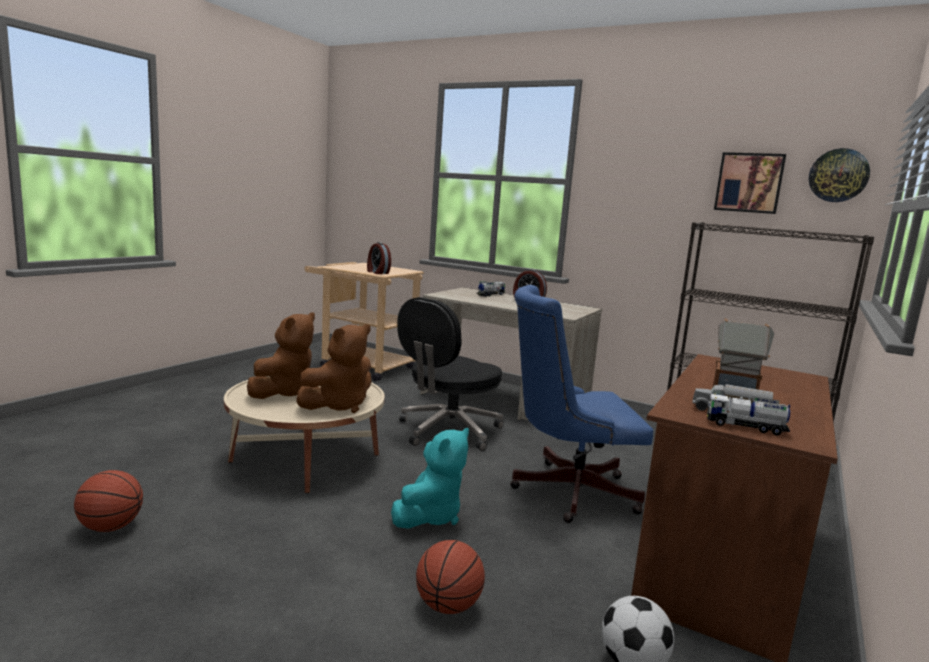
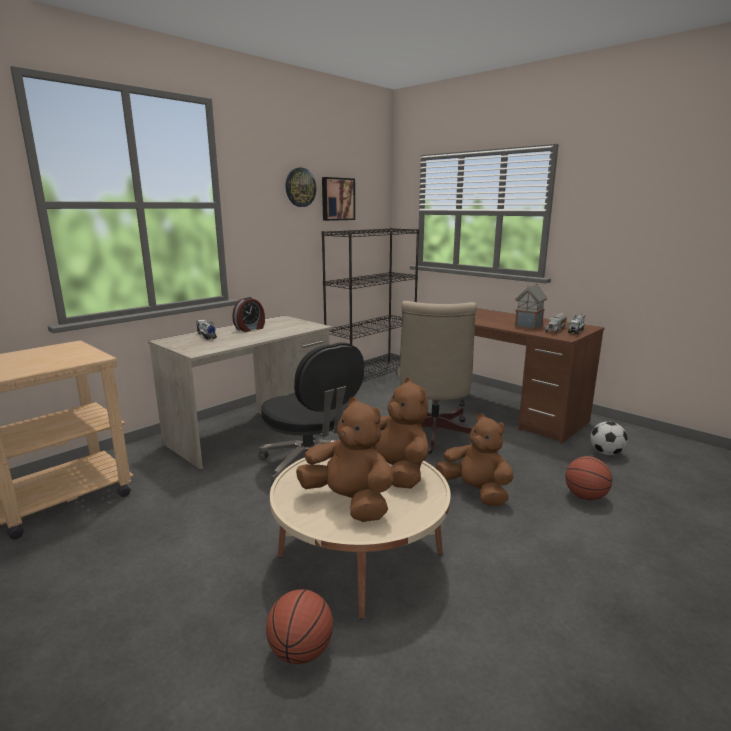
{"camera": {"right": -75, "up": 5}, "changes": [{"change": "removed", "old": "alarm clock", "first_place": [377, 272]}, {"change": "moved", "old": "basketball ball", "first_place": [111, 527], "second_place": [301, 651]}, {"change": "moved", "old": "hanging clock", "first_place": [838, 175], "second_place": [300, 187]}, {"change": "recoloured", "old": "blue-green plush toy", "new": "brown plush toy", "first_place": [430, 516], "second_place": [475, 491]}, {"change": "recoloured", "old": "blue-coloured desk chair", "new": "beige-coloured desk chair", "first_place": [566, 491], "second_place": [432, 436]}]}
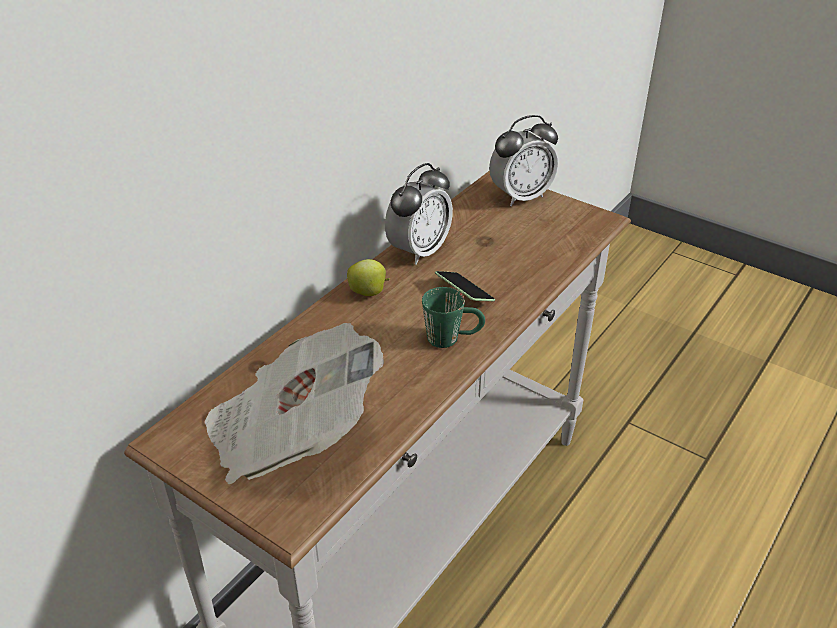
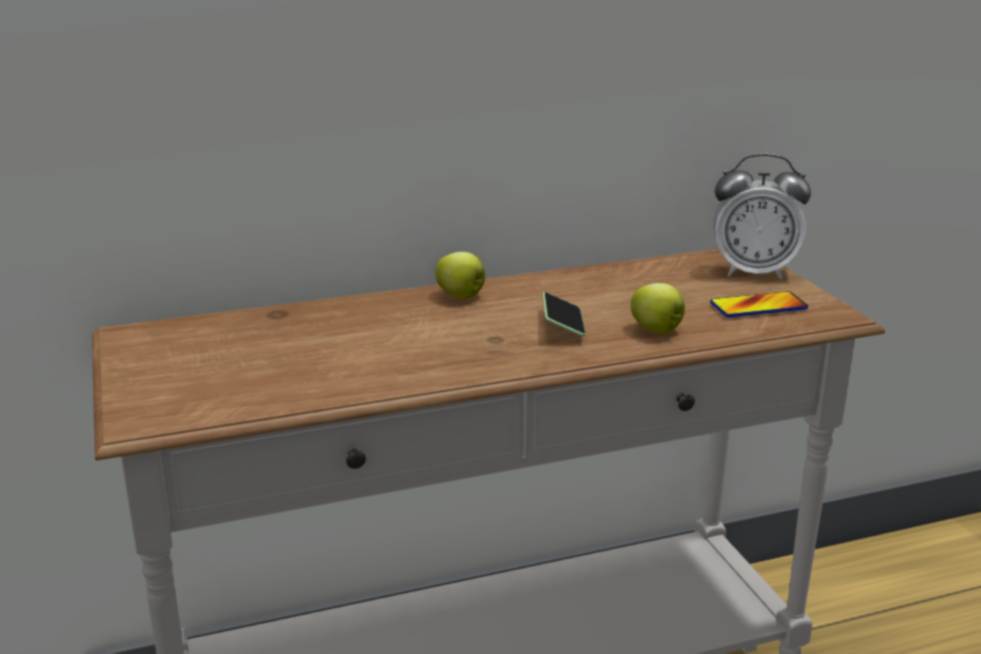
{"camera": {"right": 35, "up": -15}, "changes": [{"change": "removed", "old": "printed paper", "first_place": [292, 434]}, {"change": "removed", "old": "alarm clock", "first_place": [419, 251]}, {"change": "removed", "old": "greenish tea mug", "first_place": [452, 338]}, {"change": "added", "new": "apple fruit", "second_place": [657, 331]}, {"change": "added", "new": "phone", "second_place": [758, 307]}]}
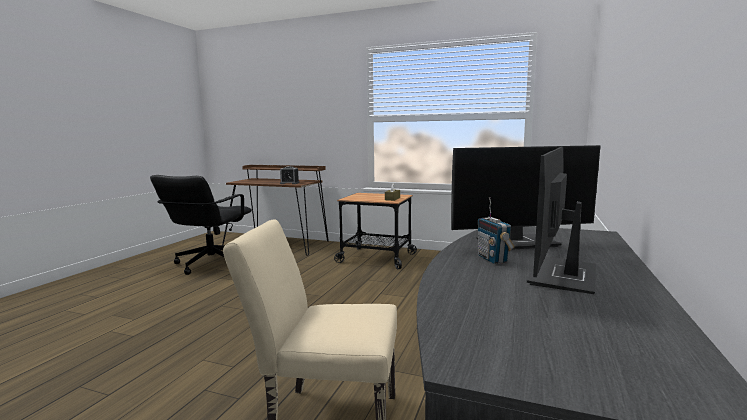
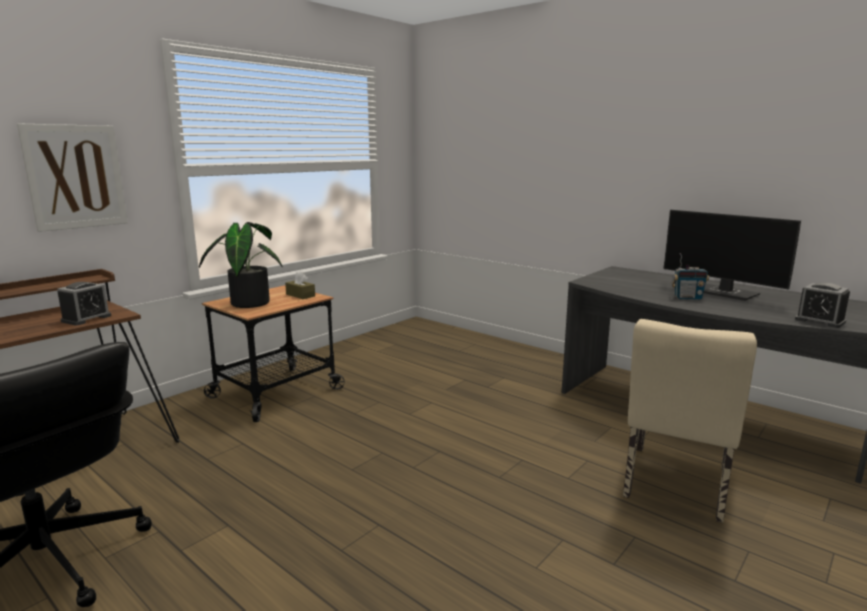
{"camera": {"right": -70, "up": 5}, "changes": [{"change": "removed", "old": "monitor", "first_place": [518, 243]}, {"change": "added", "new": "wall picture", "second_place": [75, 177]}, {"change": "added", "new": "plant in a pot", "second_place": [247, 302]}, {"change": "added", "new": "alarm clock", "second_place": [819, 321]}]}
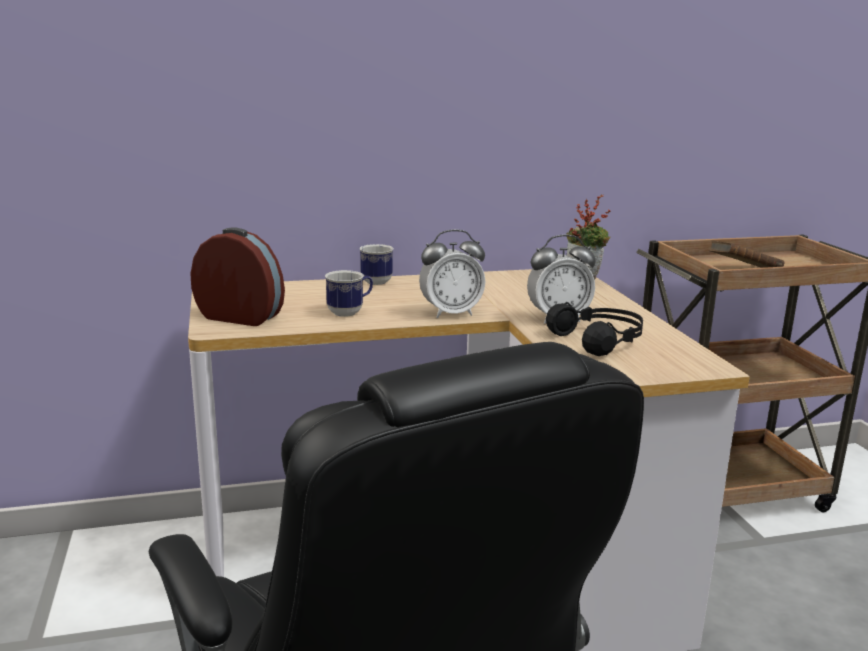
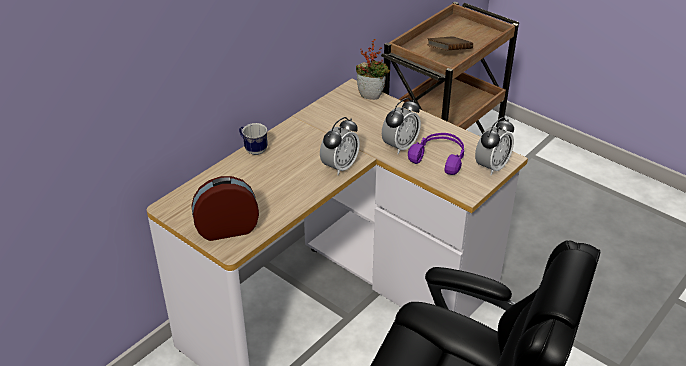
{"camera": {"right": -35, "up": 20}, "changes": [{"change": "removed", "old": "tea mug", "first_place": [350, 312]}, {"change": "added", "new": "alarm clock", "second_place": [491, 167]}, {"change": "recoloured", "old": "blackish headphones", "new": "purple headphones", "first_place": [600, 341], "second_place": [439, 158]}]}
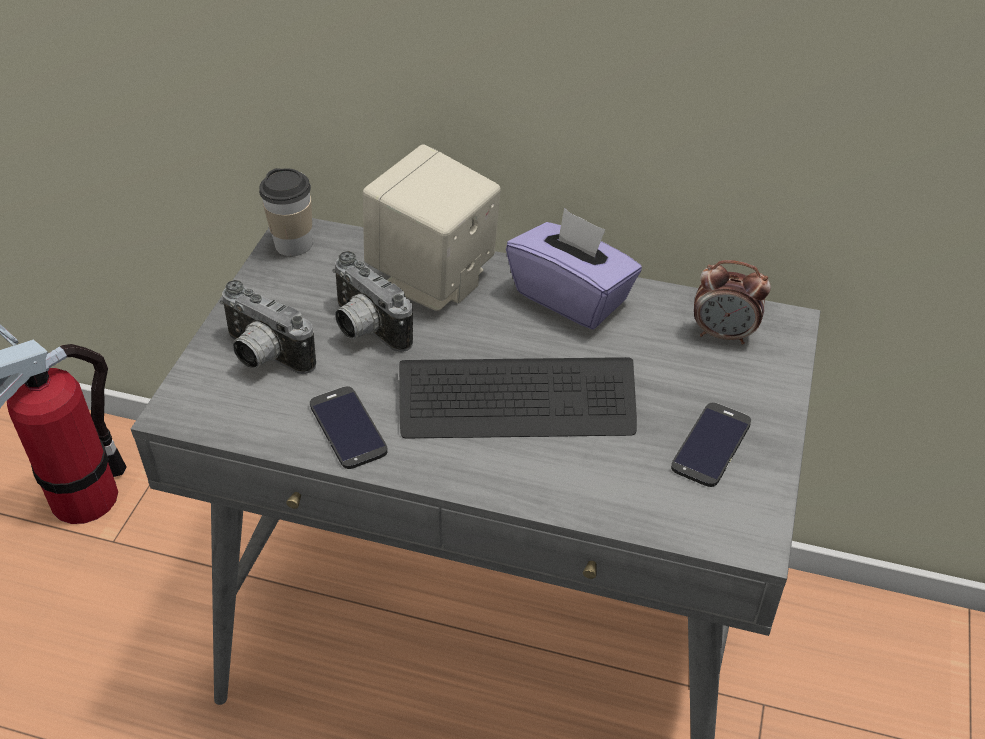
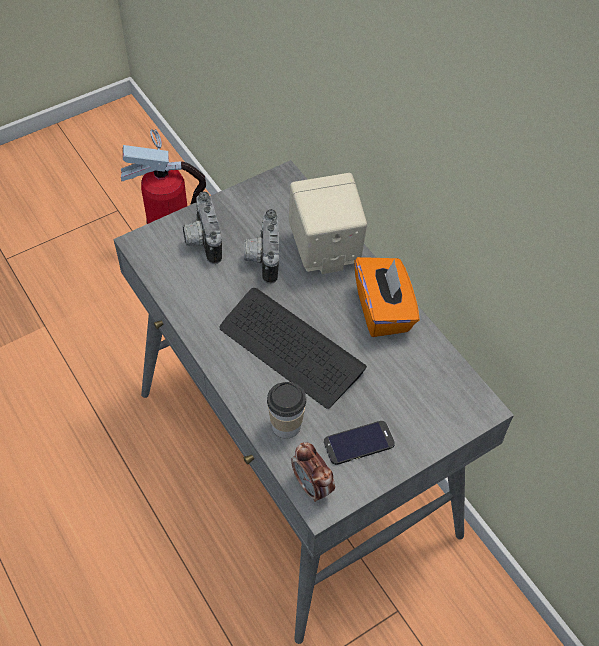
{"camera": {"right": 40, "up": 10}, "changes": [{"change": "removed", "old": "phone", "first_place": [348, 427]}, {"change": "moved", "old": "small cup", "first_place": [293, 244], "second_place": [286, 426]}, {"change": "moved", "old": "alarm clock", "first_place": [724, 334], "second_place": [312, 486]}, {"change": "recoloured", "old": "purple box of tissues", "new": "orange-coloured box of tissues", "first_place": [572, 297], "second_place": [383, 310]}]}
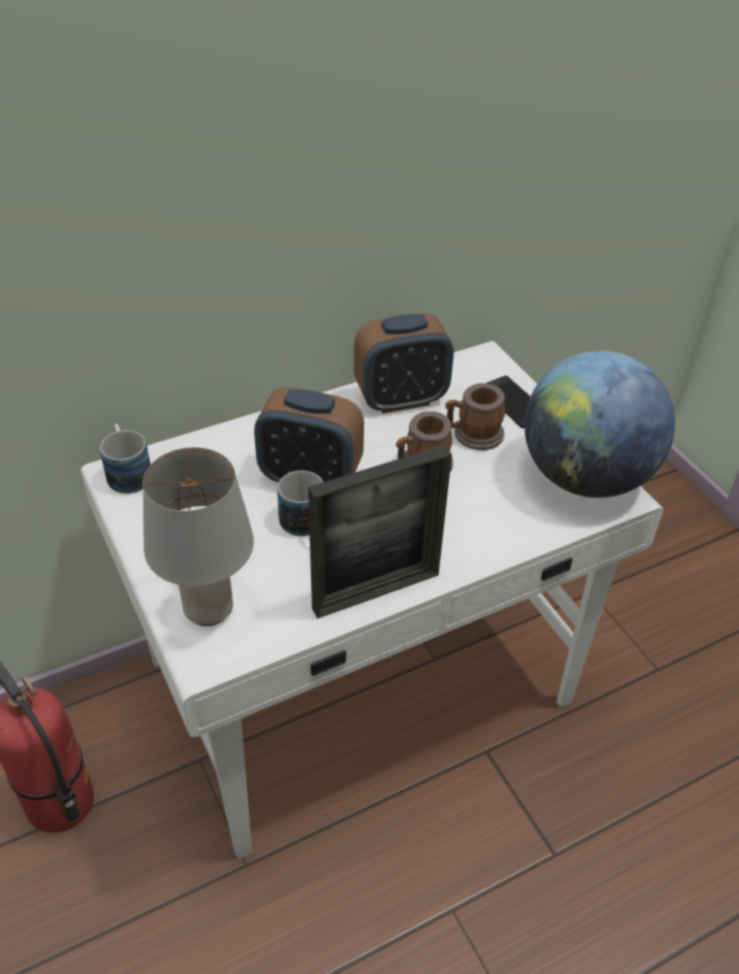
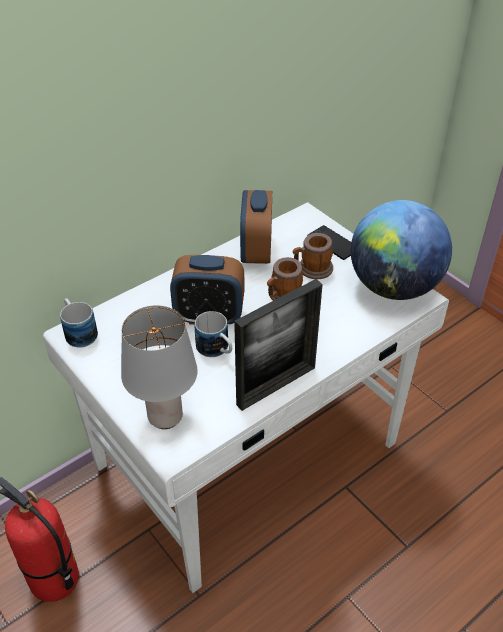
{"camera": {"right": -10, "up": 0}, "changes": [{"change": "turned", "old": "alarm clock", "first_place": [401, 399], "second_place": [256, 252], "degrees": 120}]}
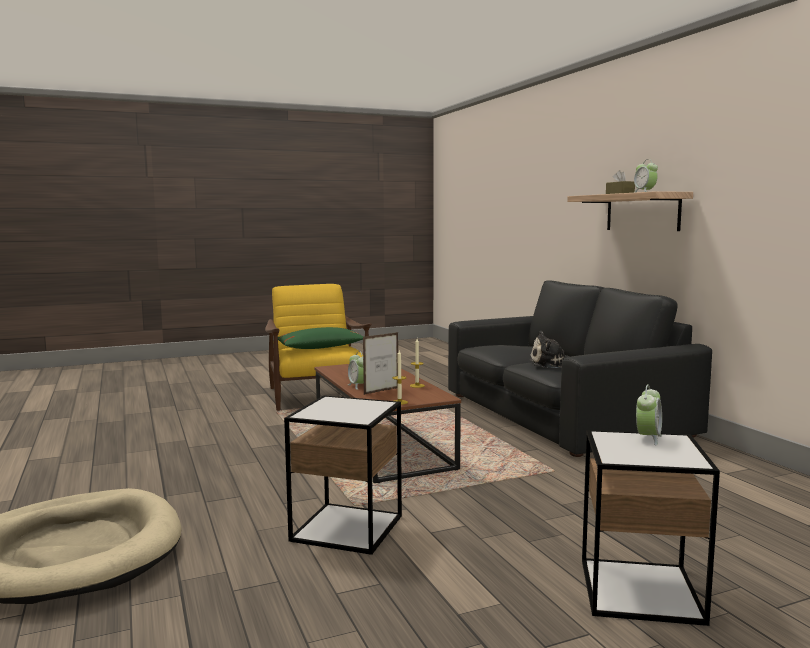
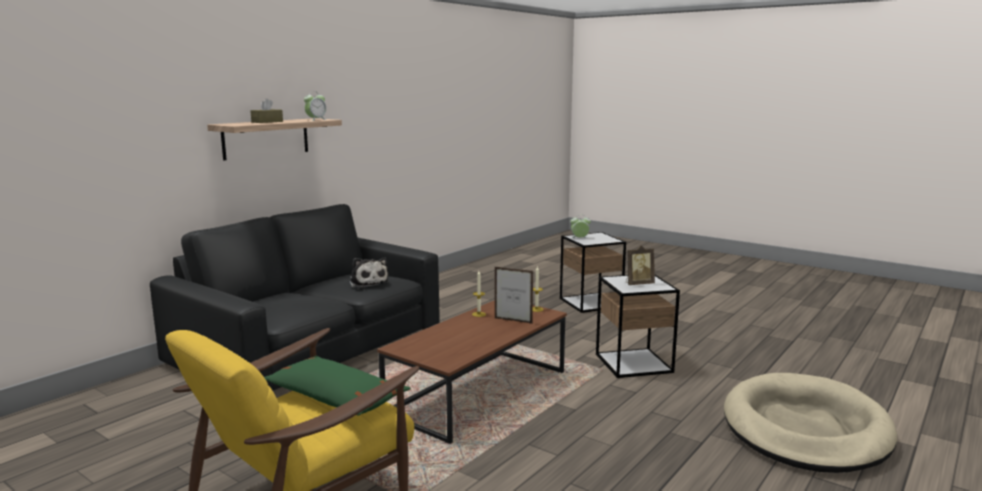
{"camera": {"right": -120, "up": 5}, "changes": [{"change": "removed", "old": "alarm clock", "first_place": [358, 386]}, {"change": "added", "new": "standing frame", "second_place": [638, 284]}]}
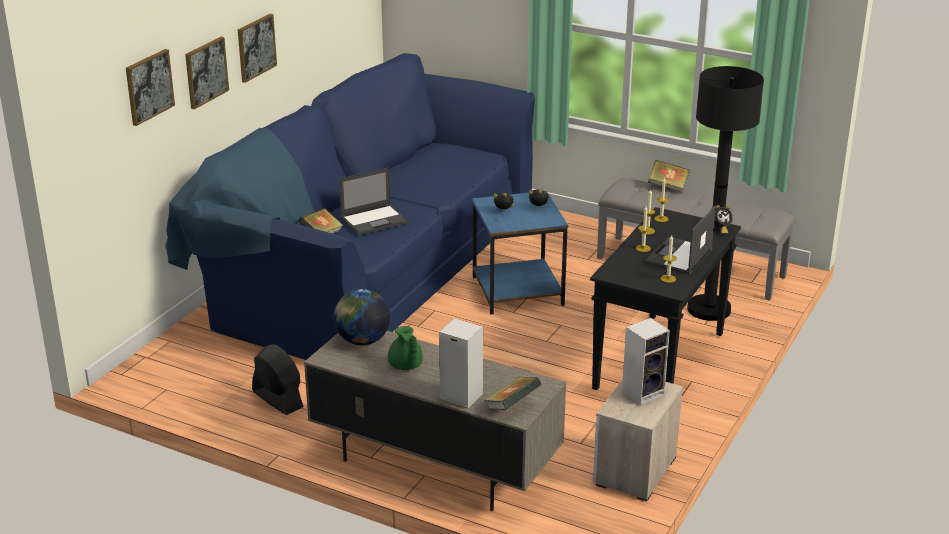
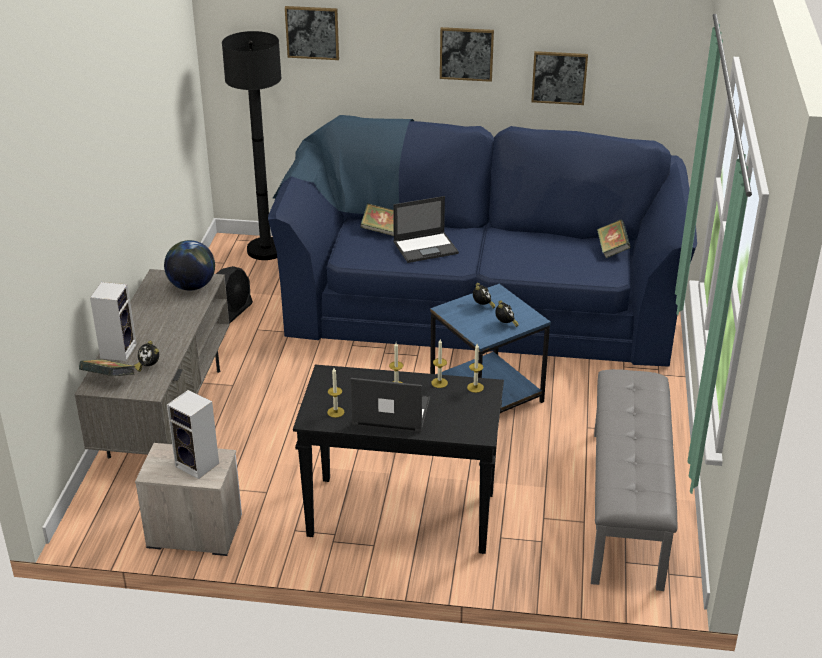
{"camera": {"right": 70, "up": 5}, "changes": [{"change": "removed", "old": "greenish pot for tea", "first_place": [405, 365]}, {"change": "moved", "old": "wall picture", "first_place": [206, 72], "second_place": [559, 77]}, {"change": "moved", "old": "book", "first_place": [668, 187], "second_place": [612, 249]}, {"change": "moved", "old": "blackish floor lamp", "first_place": [709, 309], "second_place": [266, 250]}, {"change": "moved", "old": "alarm clock", "first_place": [720, 229], "second_place": [148, 367]}, {"change": "turned", "old": "notebook computer", "first_place": [375, 220], "second_place": [426, 247], "degrees": -60}]}
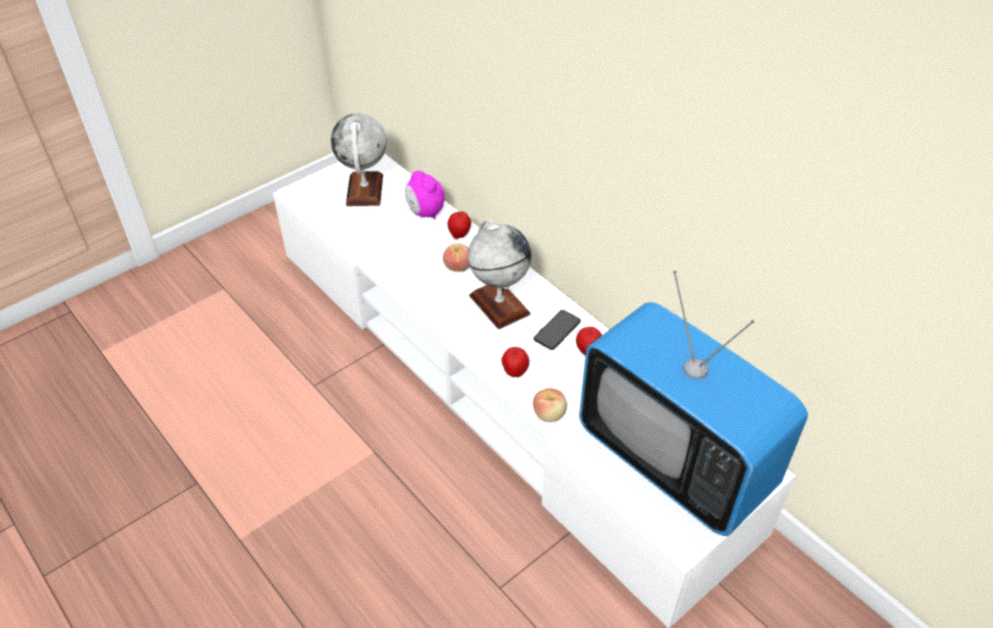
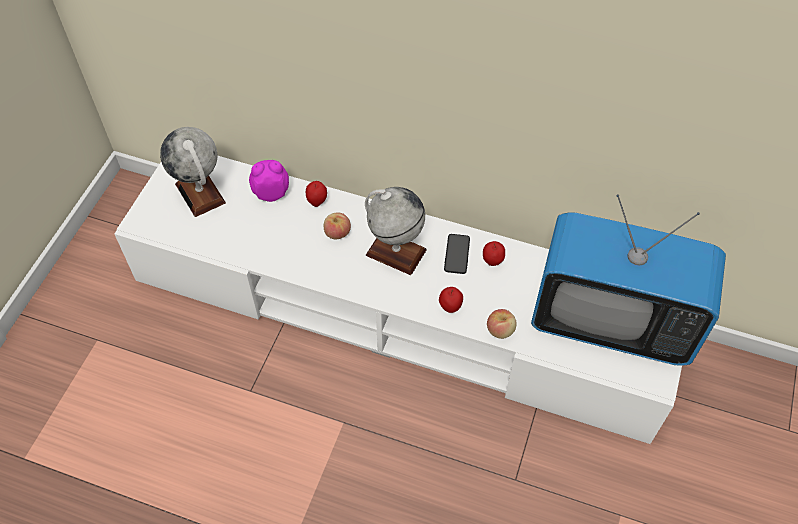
{"camera": {"right": -30, "up": 10}, "changes": [{"change": "turned", "old": "alarm clock", "first_place": [425, 212], "second_place": [271, 192], "degrees": 150}]}
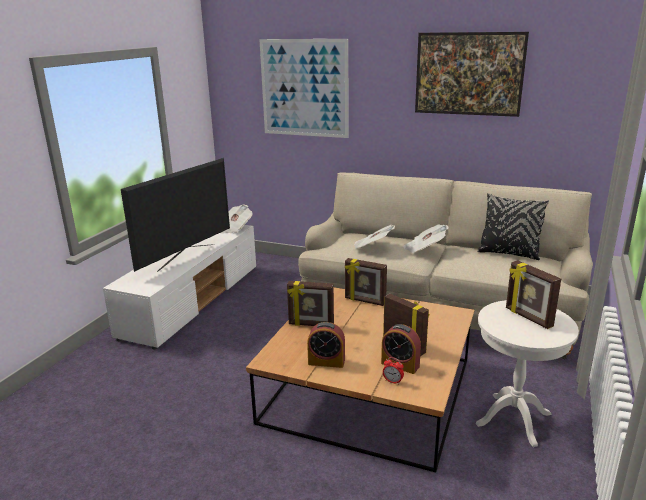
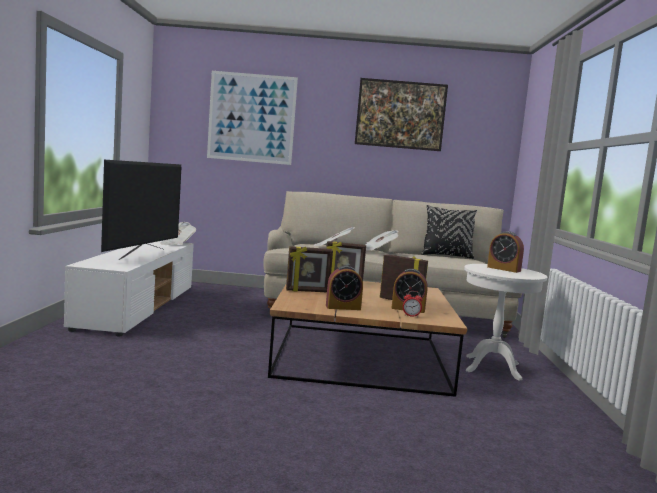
{"camera": {"right": -20, "up": -15}, "changes": [{"change": "replaced", "old": "standing frame", "new": "alarm clock", "first_place": [528, 318], "second_place": [503, 269]}]}
